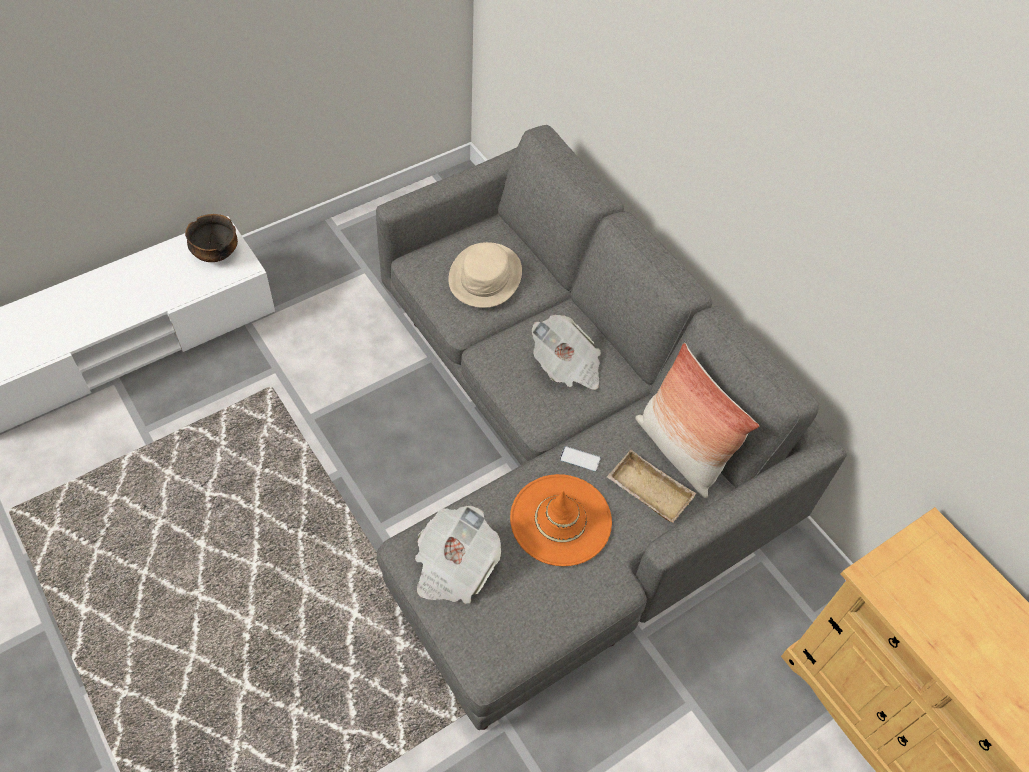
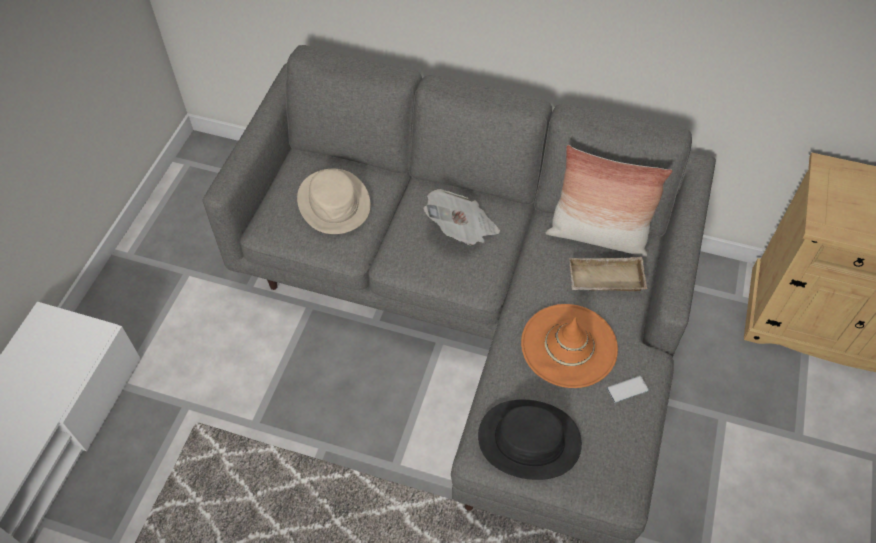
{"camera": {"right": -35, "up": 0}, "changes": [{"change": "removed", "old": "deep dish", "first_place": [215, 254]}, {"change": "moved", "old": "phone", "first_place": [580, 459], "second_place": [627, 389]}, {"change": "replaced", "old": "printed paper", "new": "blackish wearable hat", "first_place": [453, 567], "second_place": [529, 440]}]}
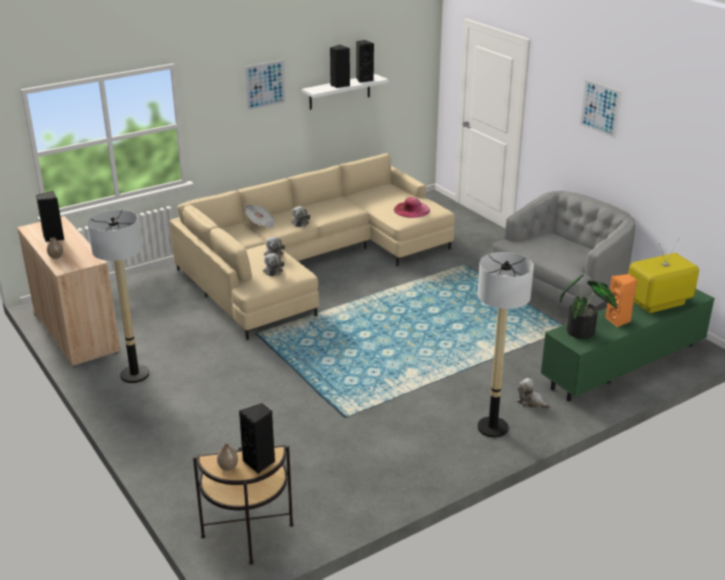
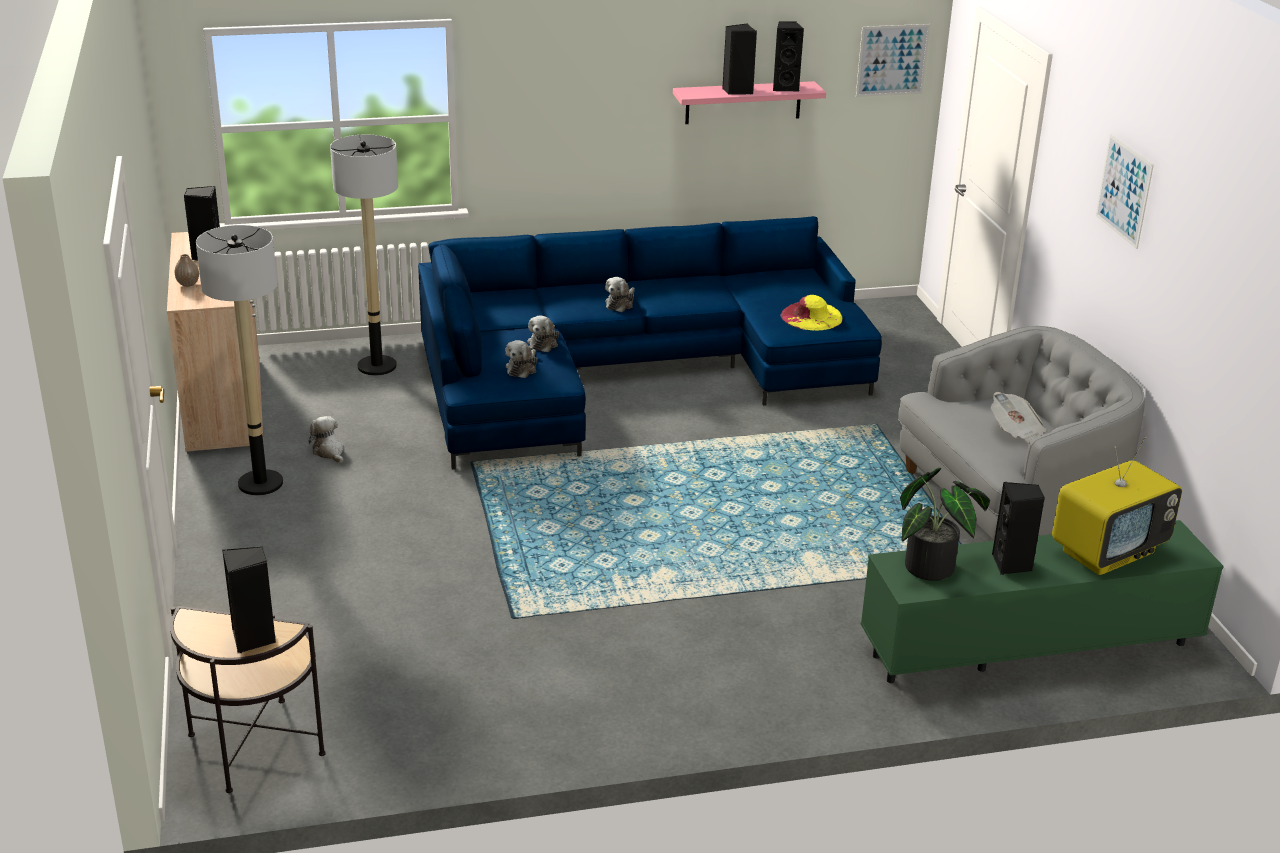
{"camera": {"right": 20, "up": 0}, "changes": [{"change": "removed", "old": "decorative vase", "first_place": [228, 467]}, {"change": "moved", "old": "wall picture", "first_place": [265, 85], "second_place": [892, 60]}, {"change": "moved", "old": "printed paper", "first_place": [261, 224], "second_place": [1016, 433]}, {"change": "moved", "old": "floor lamp", "first_place": [492, 428], "second_place": [377, 366]}, {"change": "moved", "old": "plush toy", "first_place": [531, 402], "second_place": [329, 452]}, {"change": "recoloured", "old": "beige-coloured couch", "new": "blue-coloured couch", "first_place": [309, 262], "second_place": [628, 372]}, {"change": "recoloured", "old": "white-coloured wall shelf", "new": "pink wall shelf", "first_place": [339, 92], "second_place": [743, 102]}, {"change": "recoloured", "old": "pink wearable hat", "new": "yellow-coloured wearable hat", "first_place": [411, 210], "second_place": [811, 316]}, {"change": "recoloured", "old": "orange-coloured audio speaker", "new": "blackish audio speaker", "first_place": [618, 321], "second_place": [1012, 564]}, {"change": "turned", "old": "TV", "first_place": [658, 303], "second_place": [1108, 552], "degrees": 150}]}
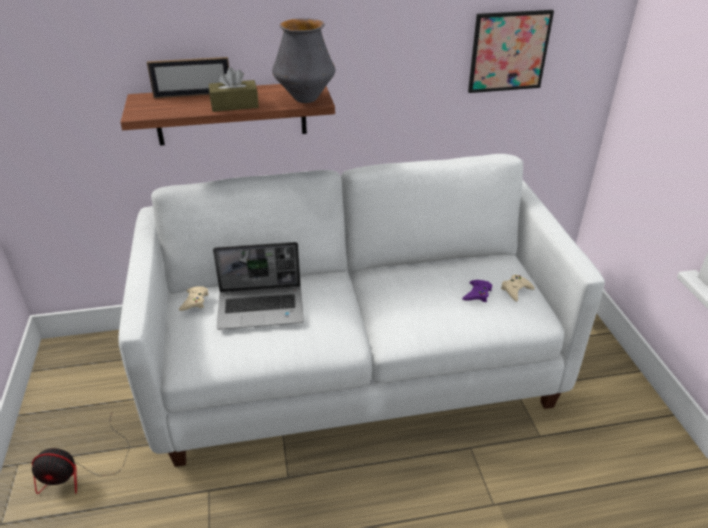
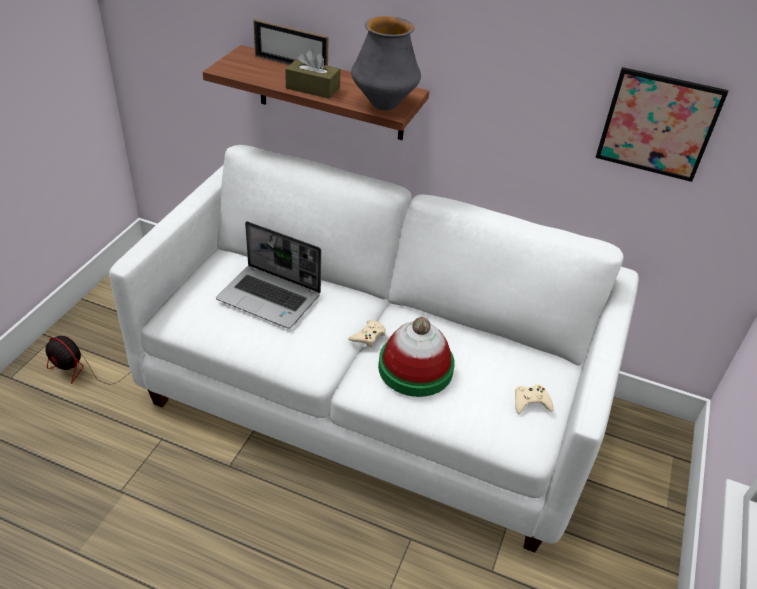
{"camera": {"right": 30, "up": 5}, "changes": [{"change": "removed", "old": "purple game controller", "first_place": [477, 294]}, {"change": "added", "new": "wearable hat", "second_place": [415, 368]}, {"change": "moved", "old": "beige-coloured game controller", "first_place": [194, 301], "second_place": [368, 336]}]}
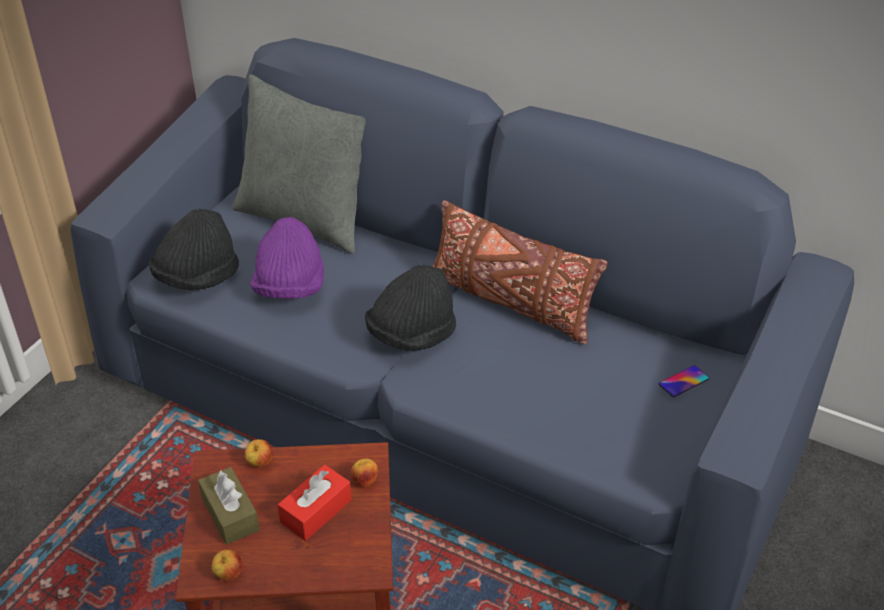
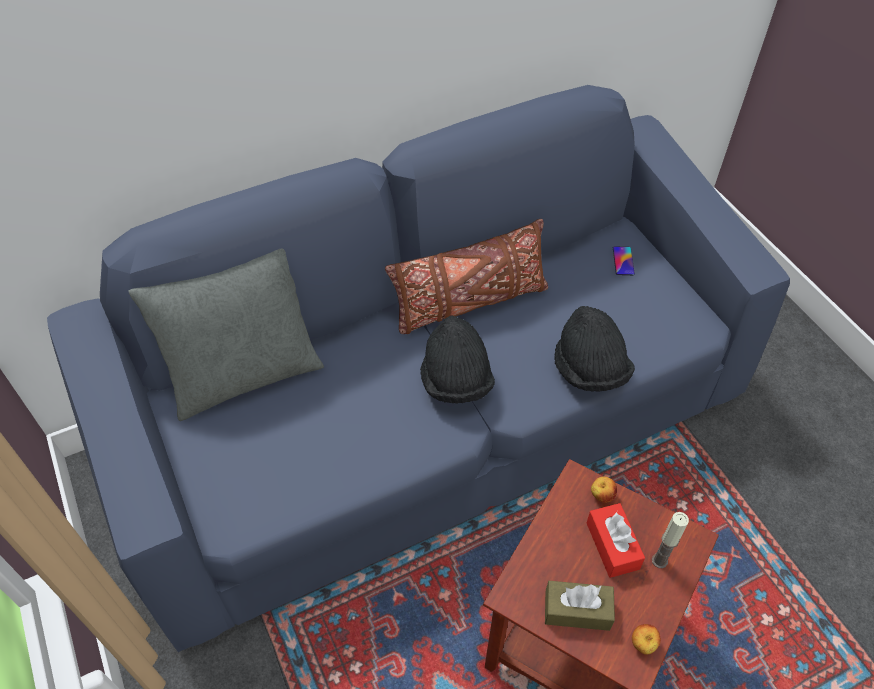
{"camera": {"right": -55, "up": 10}, "changes": [{"change": "removed", "old": "apple fruit", "first_place": [259, 463]}, {"change": "removed", "old": "purple wearable hat", "first_place": [290, 287]}, {"change": "added", "new": "wax candle", "second_place": [659, 560]}, {"change": "moved", "old": "blackish wearable hat", "first_place": [197, 277], "second_place": [589, 369]}]}
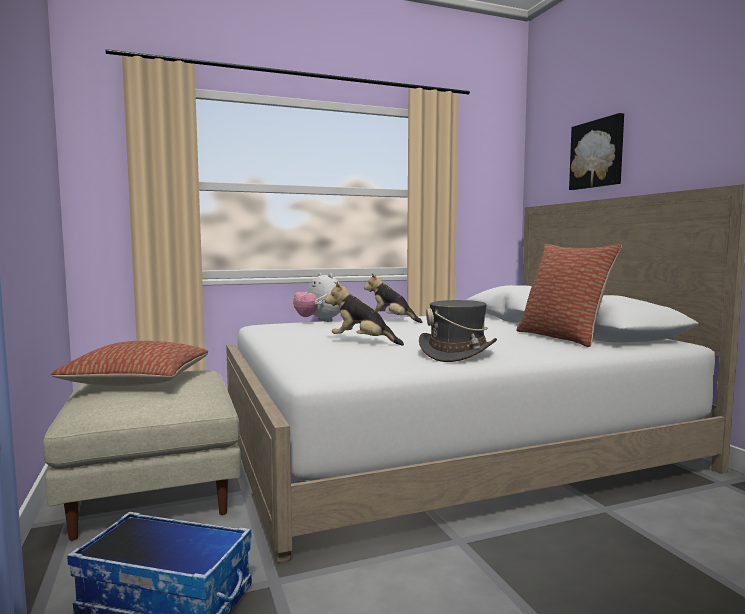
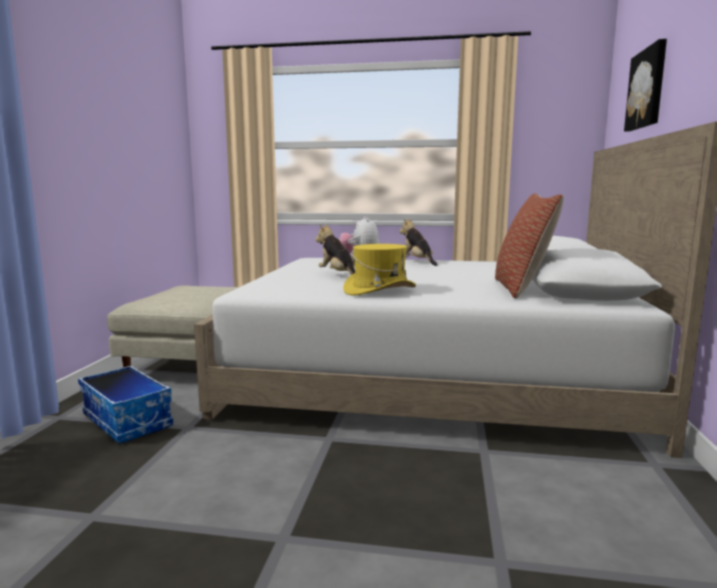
{"camera": {"right": 30, "up": 5}, "changes": [{"change": "removed", "old": "pillow", "first_place": [138, 381]}, {"change": "recoloured", "old": "grey wearable hat", "new": "yellow-coloured wearable hat", "first_place": [457, 353], "second_place": [379, 290]}]}
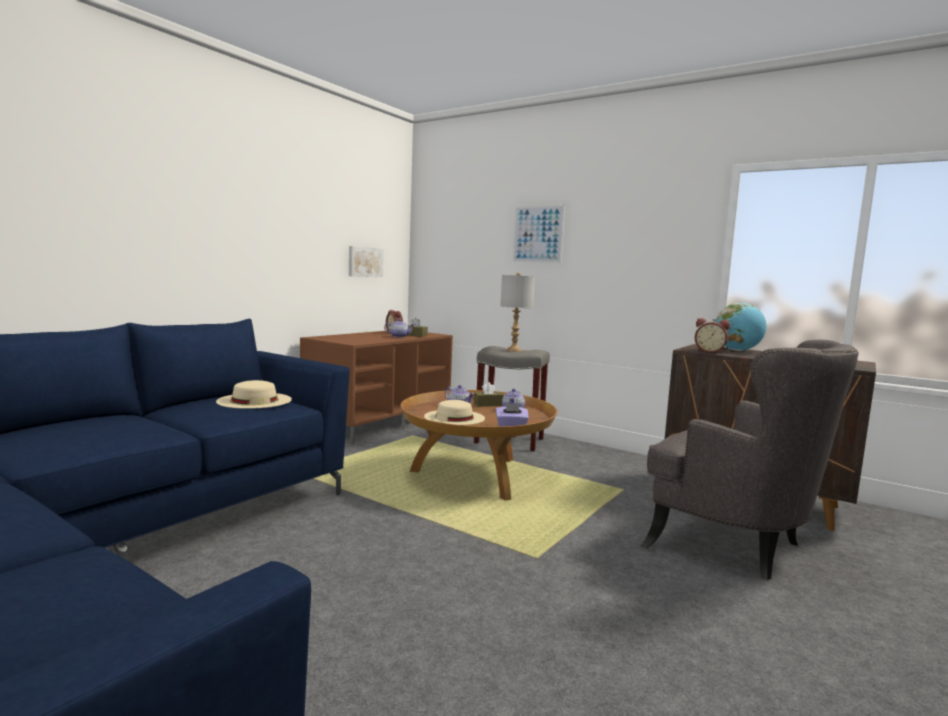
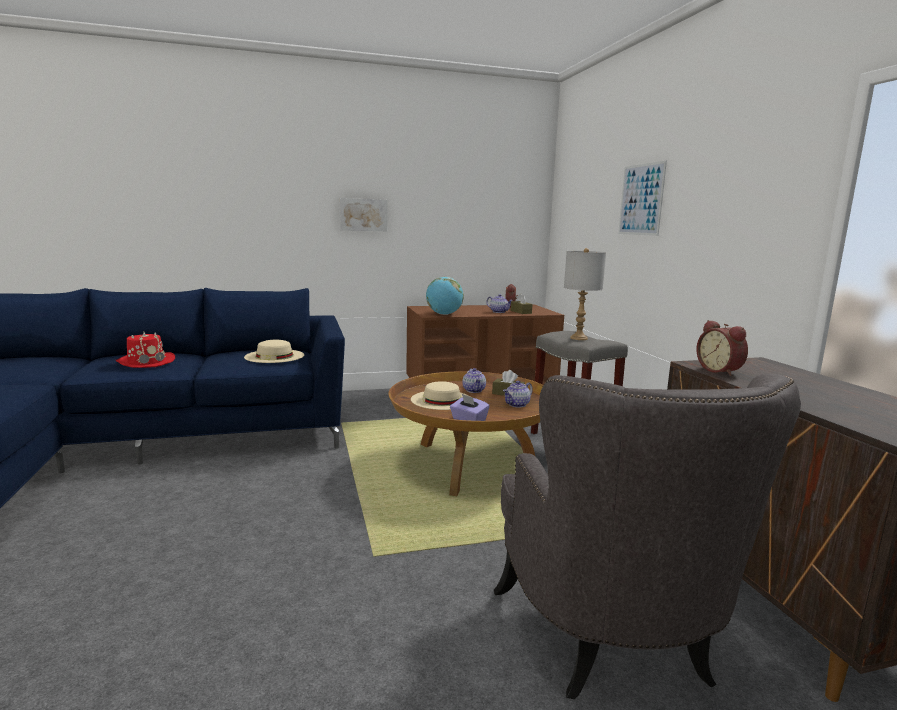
{"camera": {"right": 40, "up": 5}, "changes": [{"change": "added", "new": "red wearable hat", "second_place": [146, 362]}, {"change": "moved", "old": "wall picture", "first_place": [365, 262], "second_place": [363, 215]}, {"change": "moved", "old": "globe", "first_place": [737, 350], "second_place": [444, 314]}]}
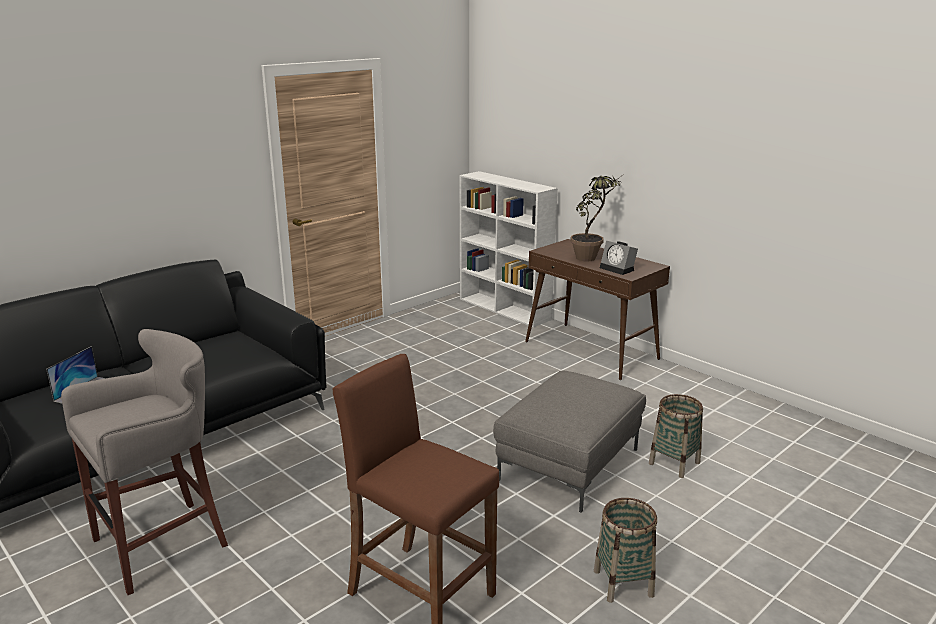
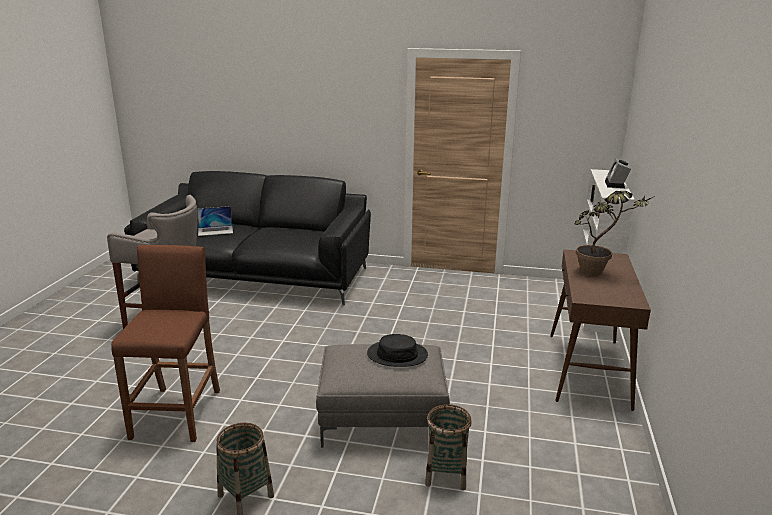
{"camera": {"right": 55, "up": 0}, "changes": [{"change": "added", "new": "blackish wearable hat", "second_place": [397, 355]}, {"change": "moved", "old": "alarm clock", "first_place": [618, 269], "second_place": [616, 184]}]}
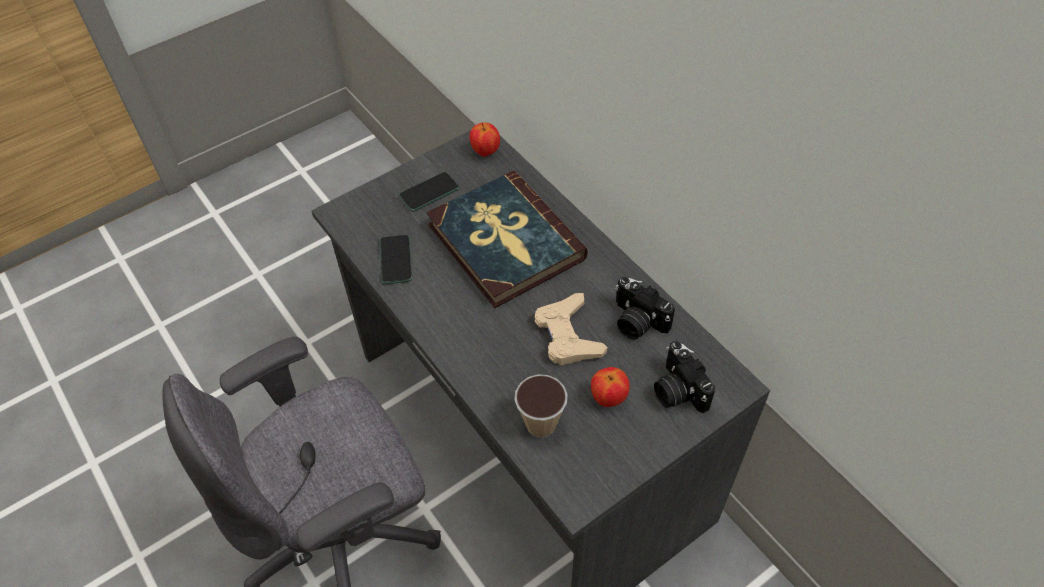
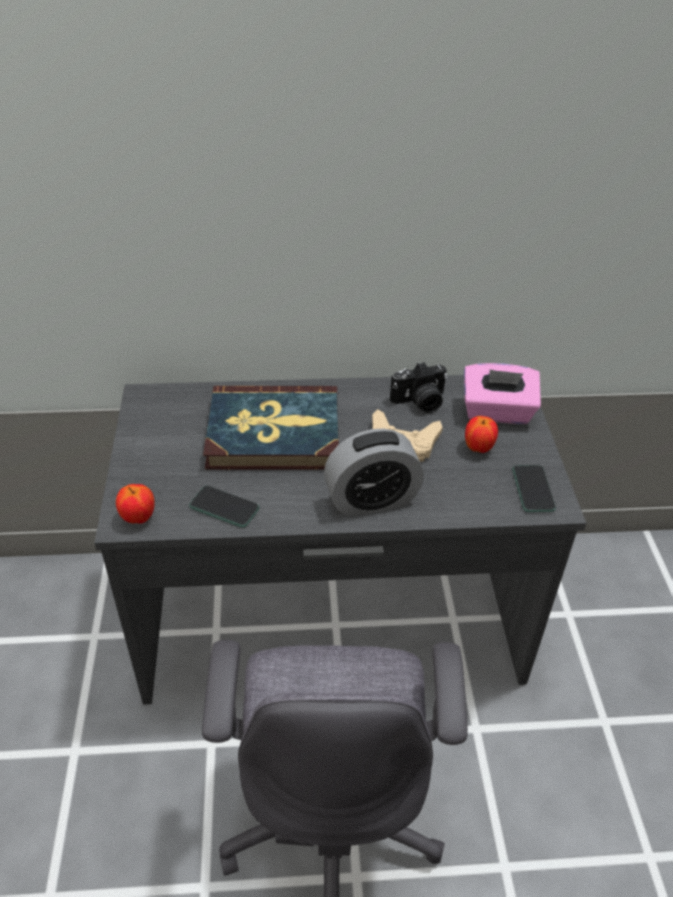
{"camera": {"right": -60, "up": -10}, "changes": [{"change": "removed", "old": "small cup", "first_place": [541, 424]}, {"change": "added", "new": "alarm clock", "second_place": [372, 500]}, {"change": "moved", "old": "phone", "first_place": [429, 192], "second_place": [533, 489]}, {"change": "moved", "old": "apple fruit", "first_place": [485, 152], "second_place": [138, 518]}, {"change": "replaced", "old": "still camera", "new": "pink box of tissues", "first_place": [677, 390], "second_place": [497, 412]}]}
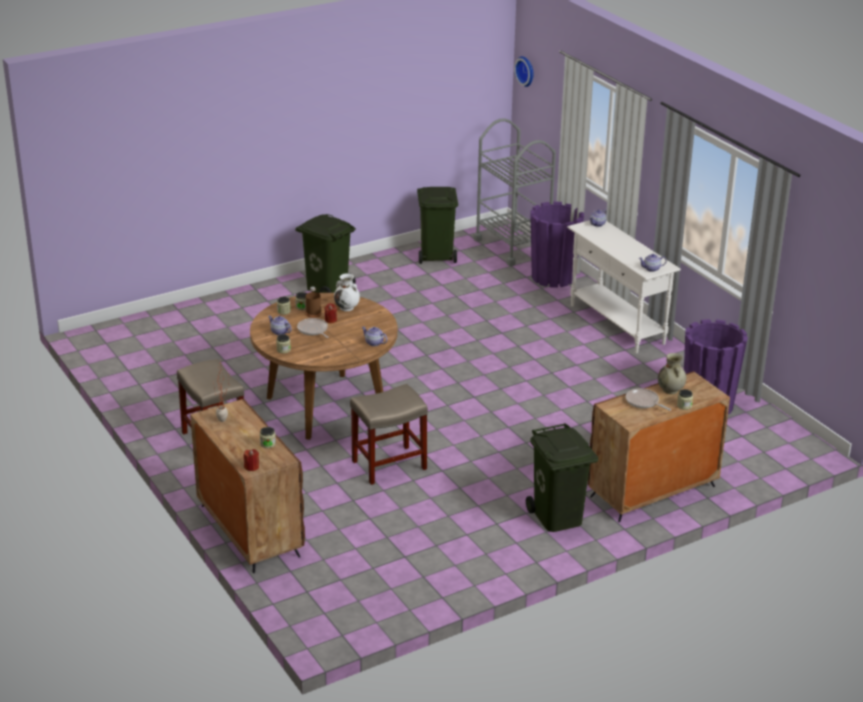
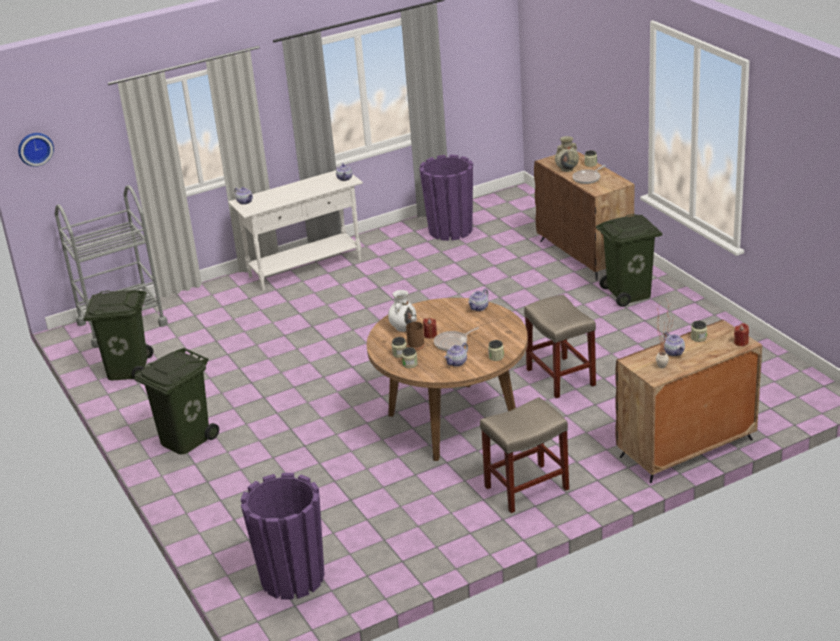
{"camera": {"right": -85, "up": 0}, "changes": [{"change": "added", "new": "pot for tea", "second_place": [674, 352]}, {"change": "moved", "old": "purple planter", "first_place": [553, 277], "second_place": [292, 578]}]}
